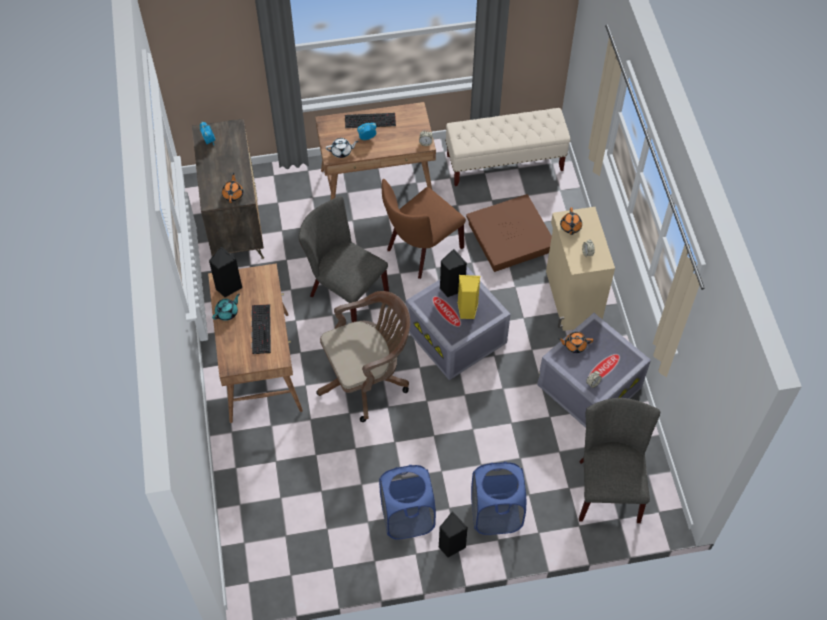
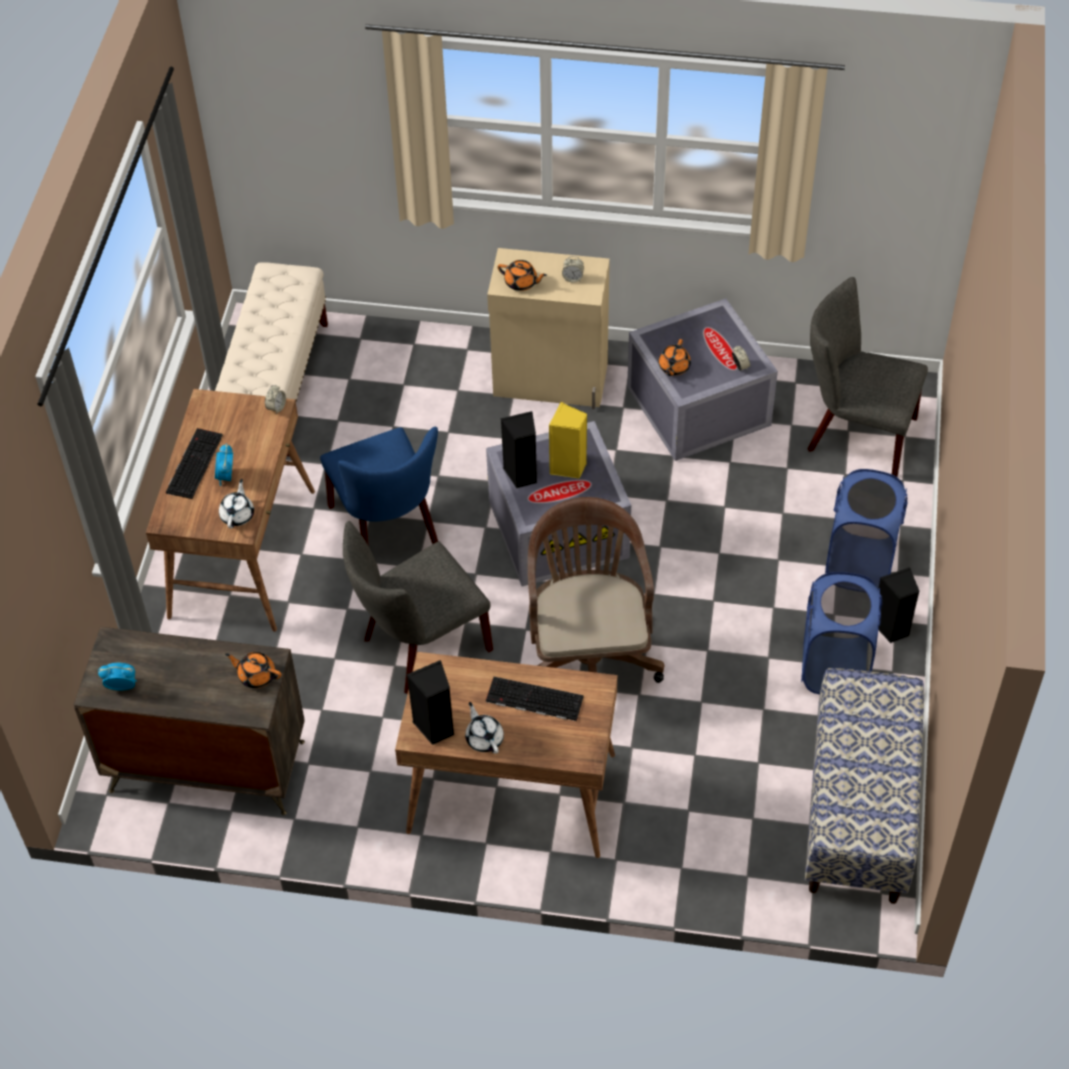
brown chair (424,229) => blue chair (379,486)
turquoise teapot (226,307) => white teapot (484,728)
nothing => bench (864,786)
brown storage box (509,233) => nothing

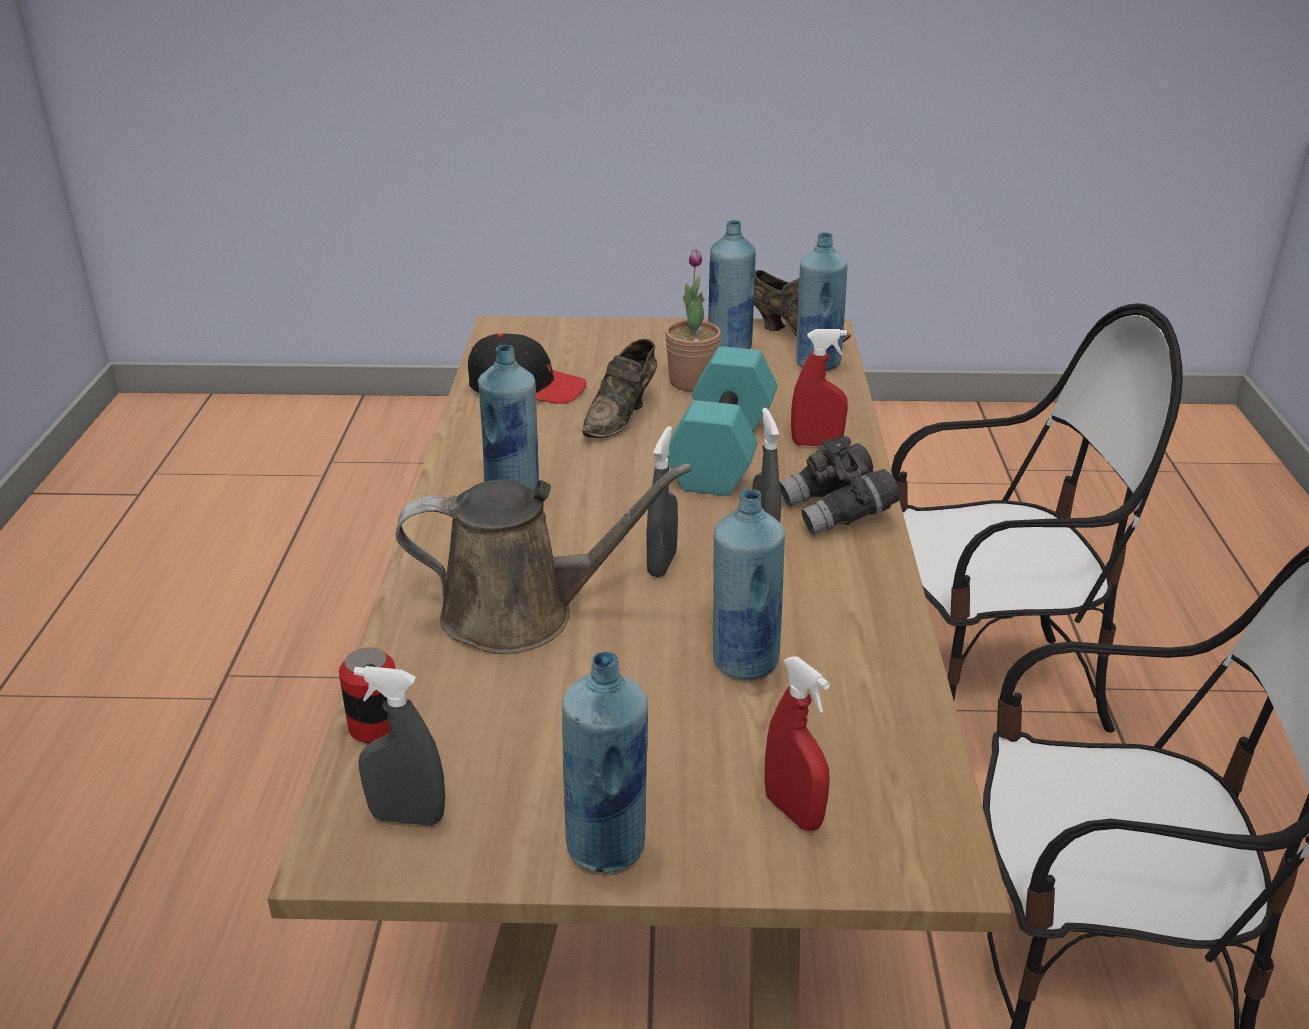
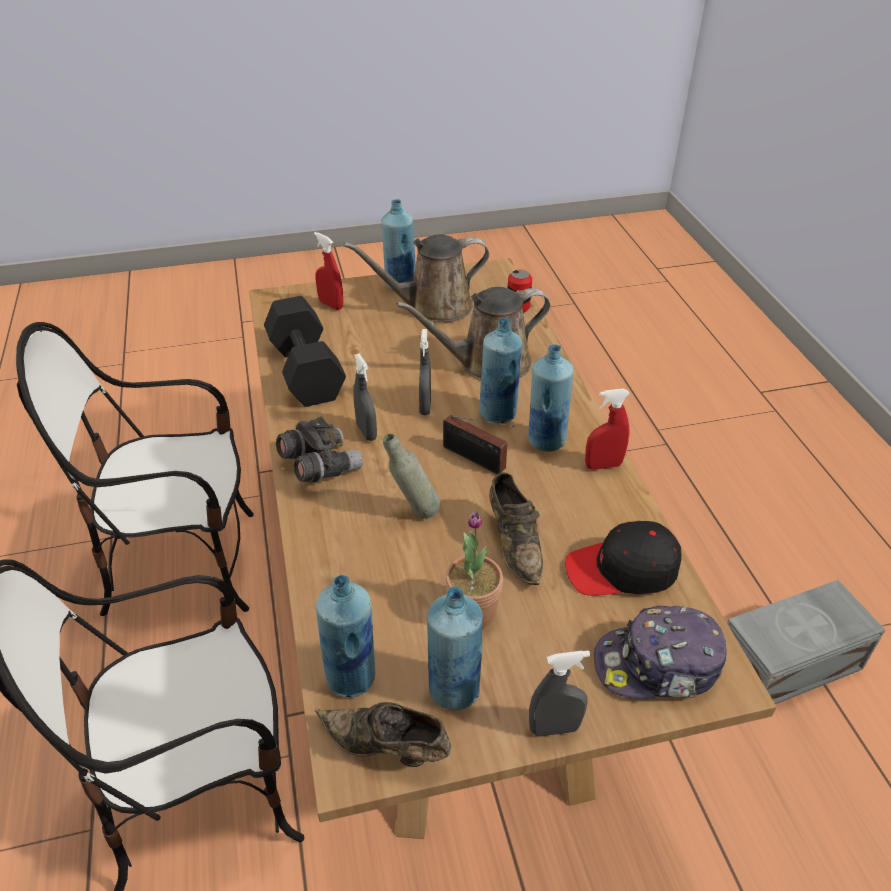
nothing => black dumbbell (305,351)
nothing => brown watering can (416,278)
turquoise dumbbell (722,421) => grey bottle (411,475)
nothing => radio (479,444)
blue bottle (749,584) => blue bottle (501,370), moved
brown shoe (619,388) => brown shoe (516,528), 150 degrees clockwise
grey spray bottle (399,746) => grey spray bottle (559,693), moved
red spray bottle (819,387) => red spray bottle (607,429), moved
nothing => cap (660,652)
nothing => grey storage box (806,642)

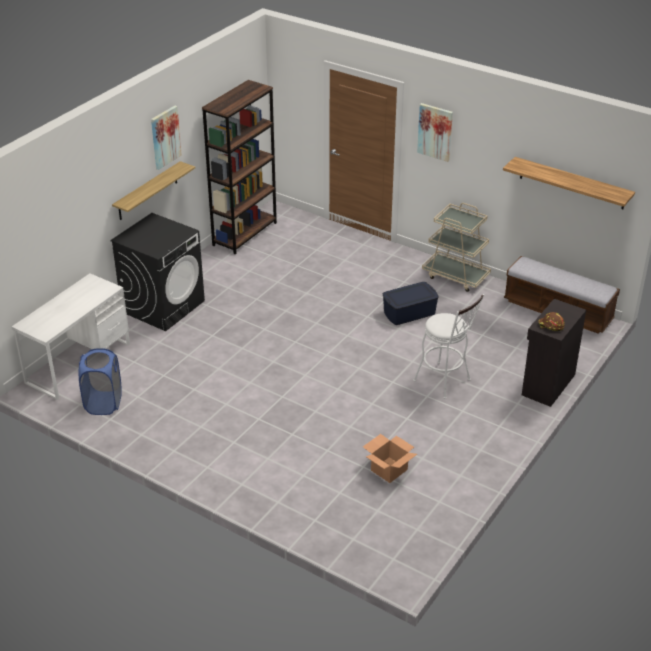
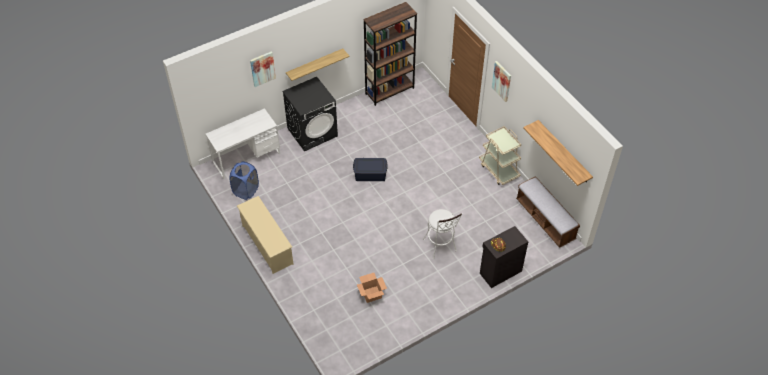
nothing => beige shoe rack (265,235)
picture (166,138) => picture (263,69), moved
blue storage box (411,303) => blue storage box (370,169), moved

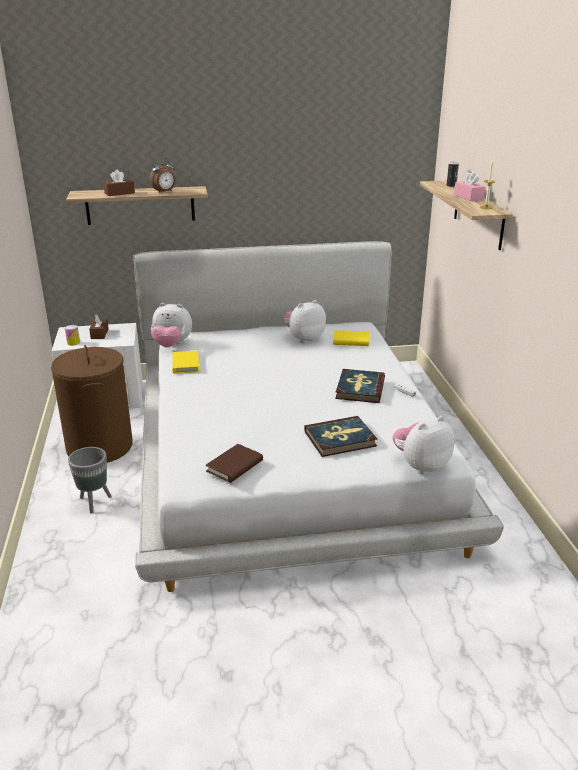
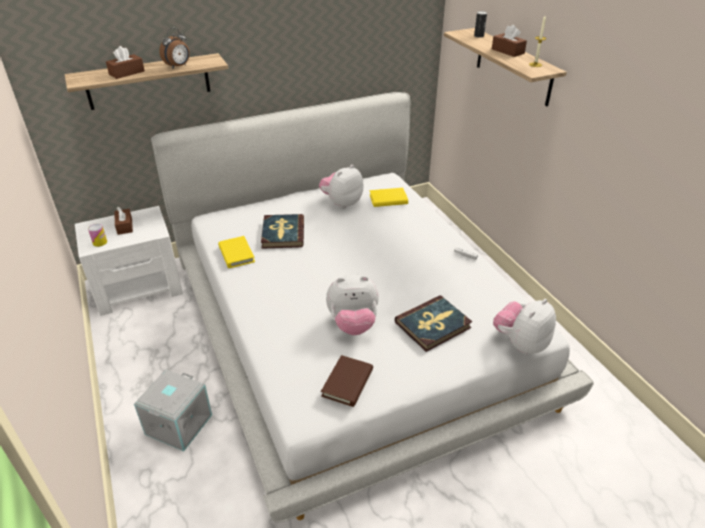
grey planter (90,480) => grey storage box (173,410)
book (360,386) => book (282,231), moved
plush toy (171,325) => plush toy (352,304), moved
pink tissue box (469,186) => brown tissue box (509,41)
brown laundry basket (92,404) => nothing

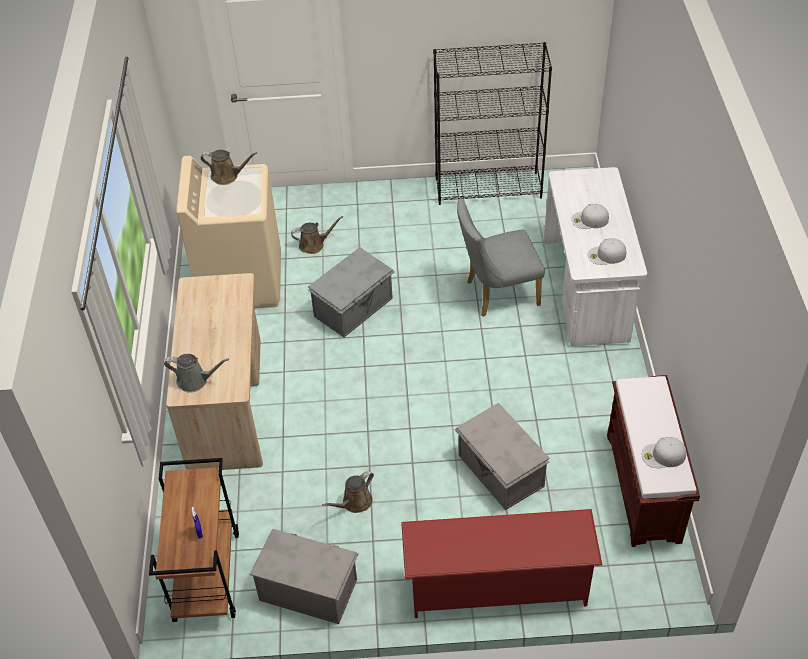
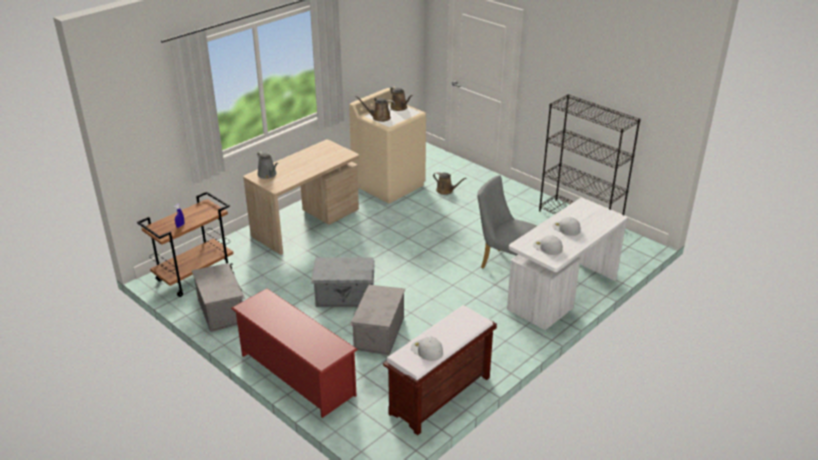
grey storage box (351,292) => grey storage box (343,282), moved
brown watering can (348,492) => brown watering can (375,109), moved

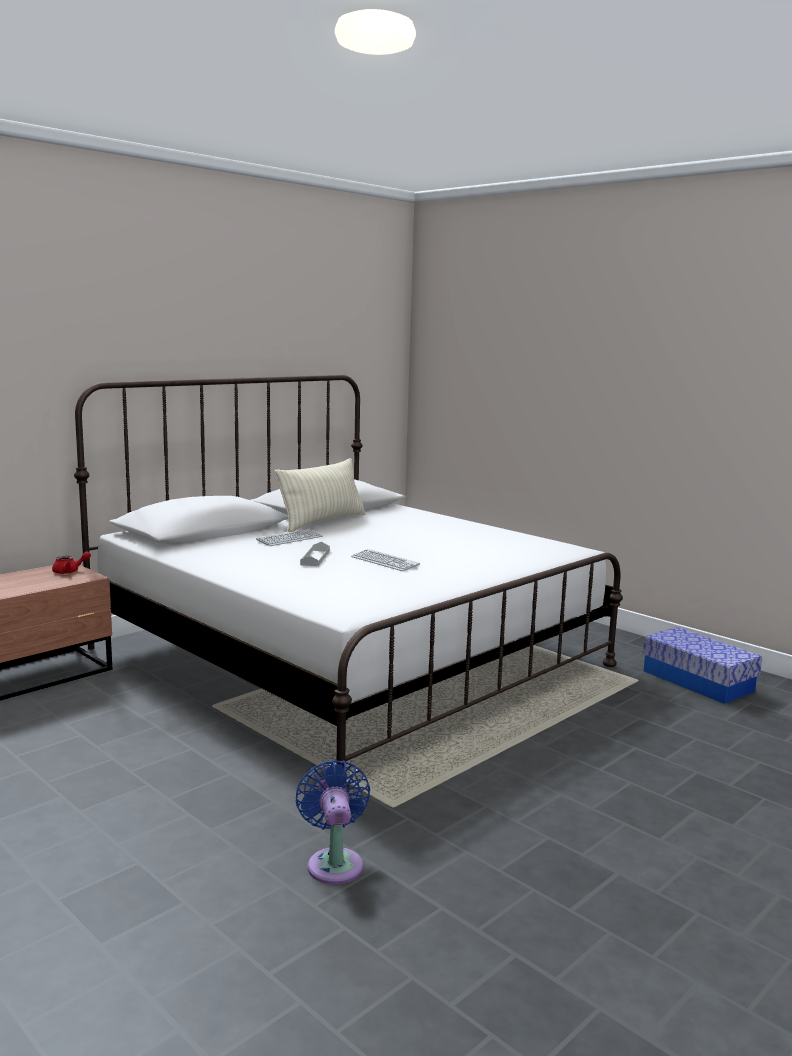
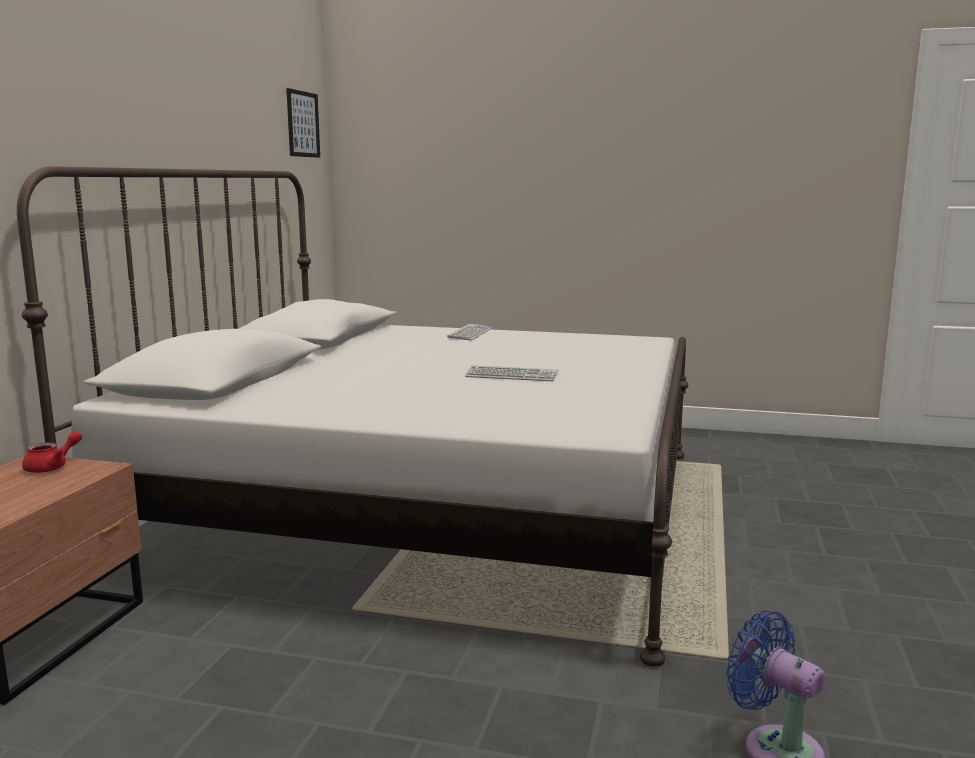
nothing => picture (303,123)
keyboard (289,537) => keyboard (469,332), moved
beige pillow (320,495) => nothing
grey tray (315,554) => nothing
storage box (702,665) => nothing

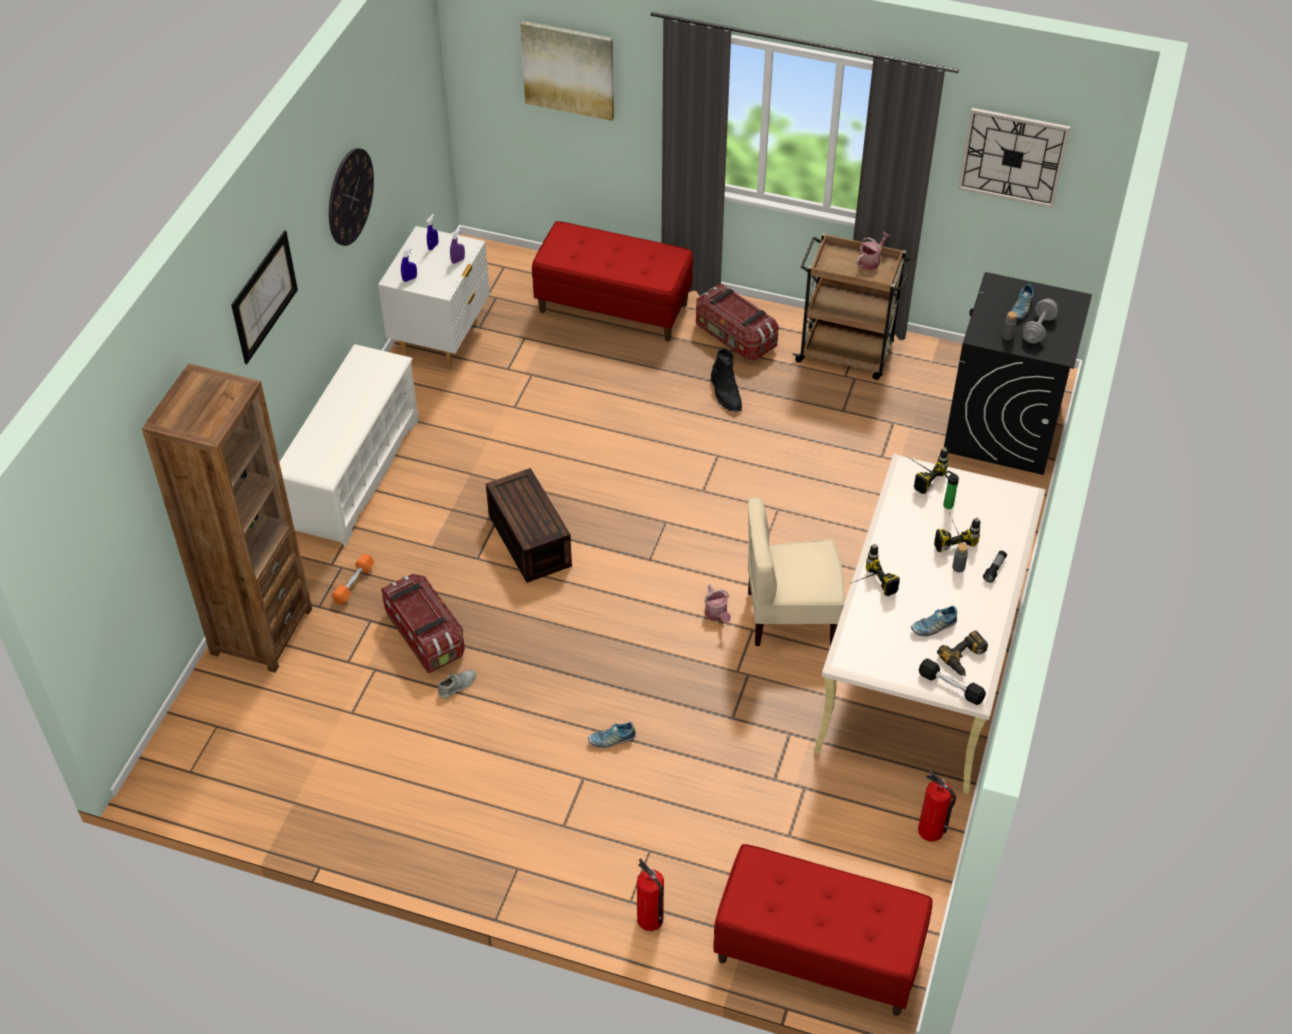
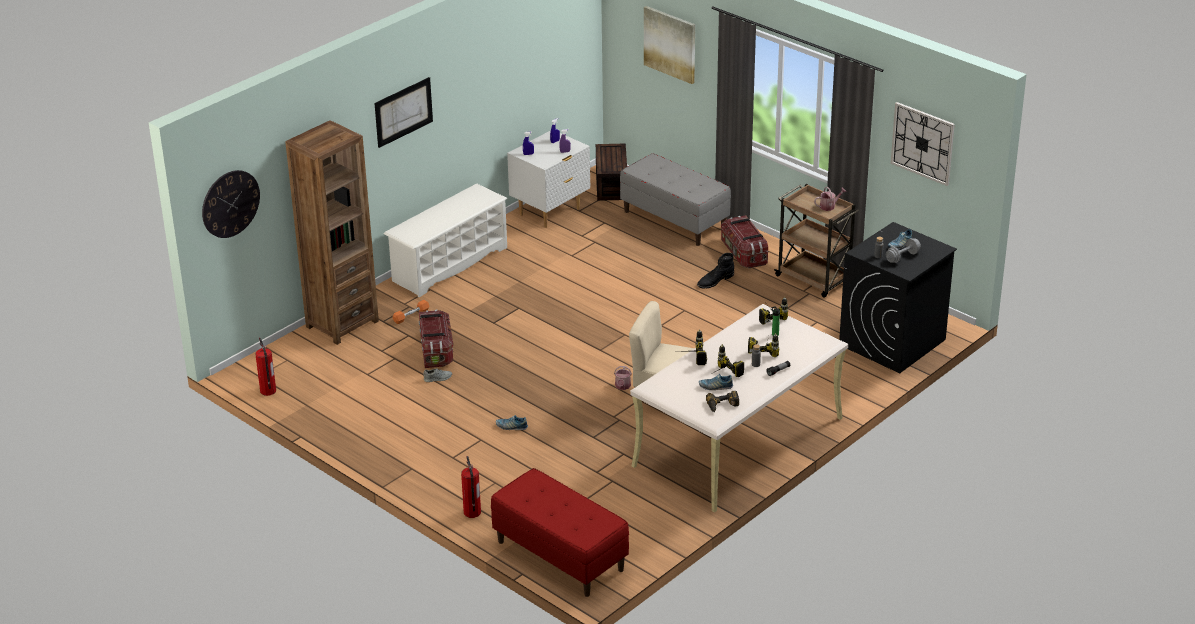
wall clock (351,197) => wall clock (231,204), moved
fire extinguisher (937,806) => fire extinguisher (266,367), moved
brown storage box (529,525) => brown storage box (611,172), moved
red bench (612,281) => grey bench (675,199)
black boot (726,380) => black boot (715,270), 45 degrees clockwise
nothing => power drill (728,361)
black dumbbell (952,681) => nothing

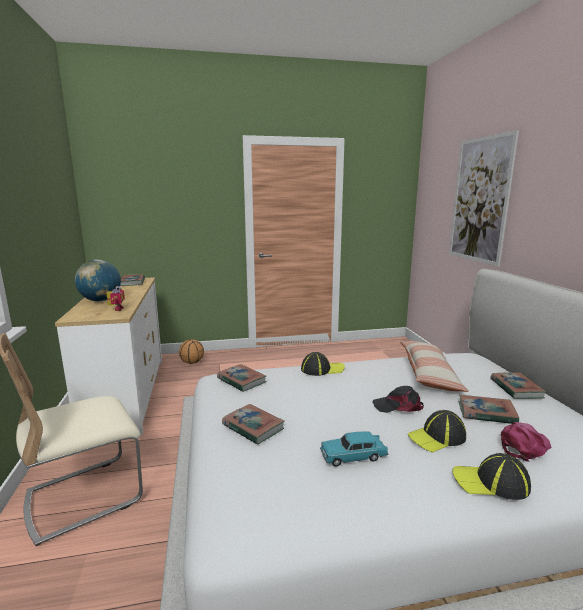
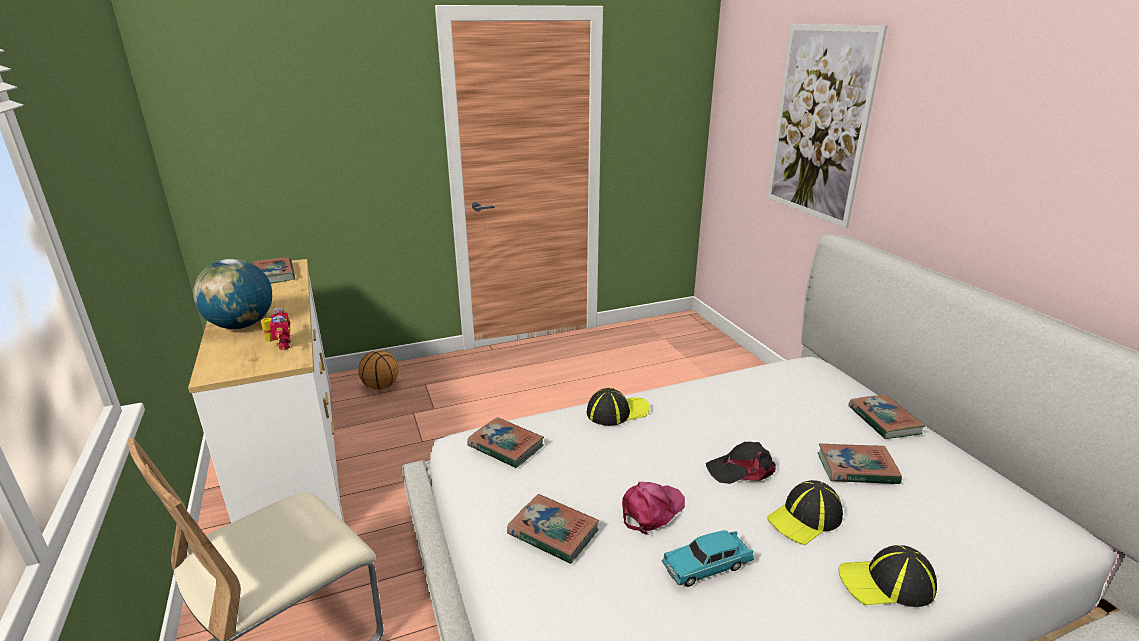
pink cap (526,442) => pink cap (653,508), moved
pillow (434,366) => nothing

